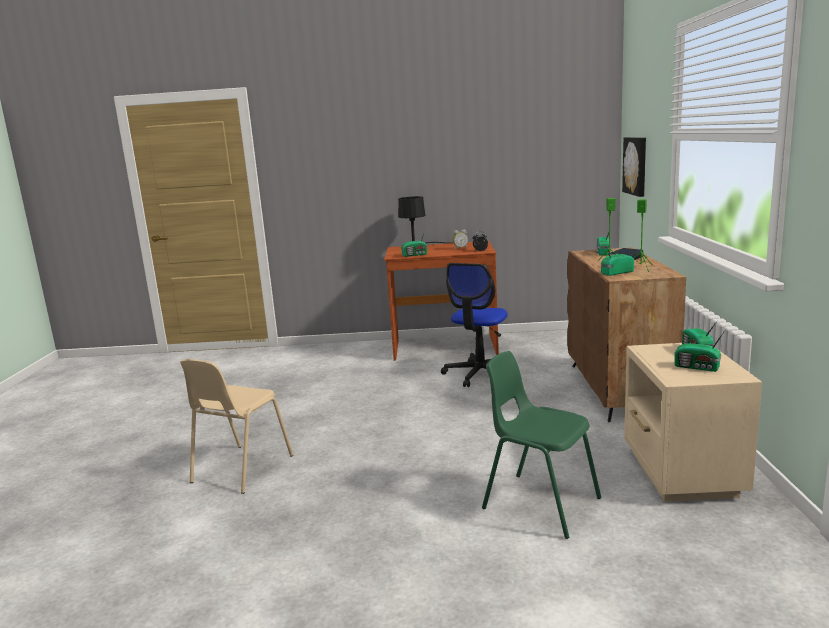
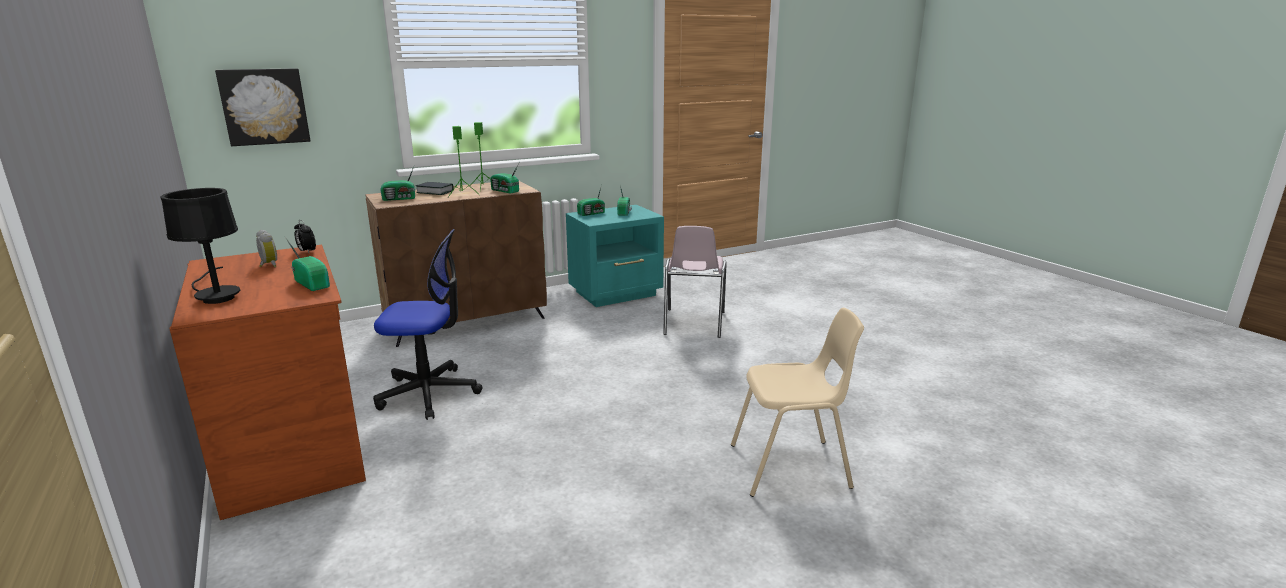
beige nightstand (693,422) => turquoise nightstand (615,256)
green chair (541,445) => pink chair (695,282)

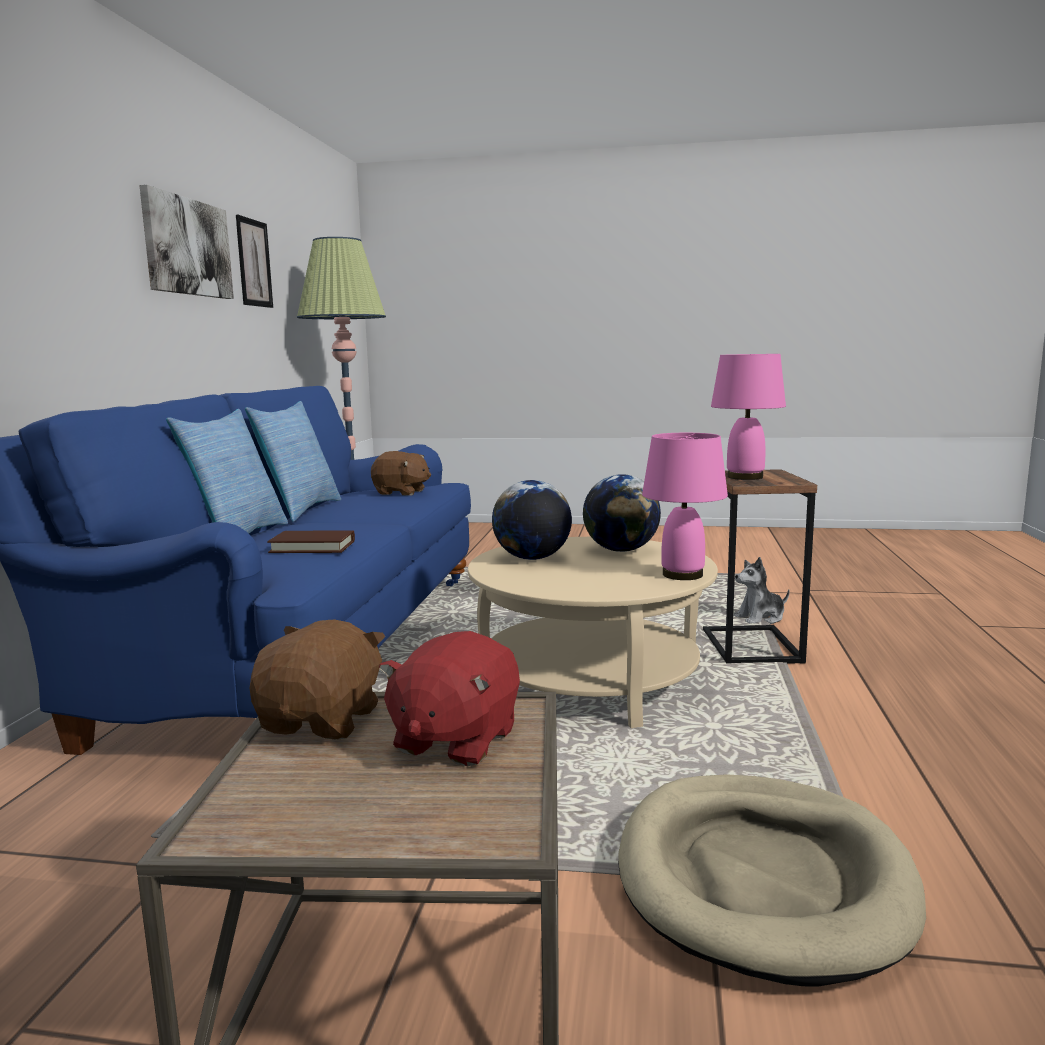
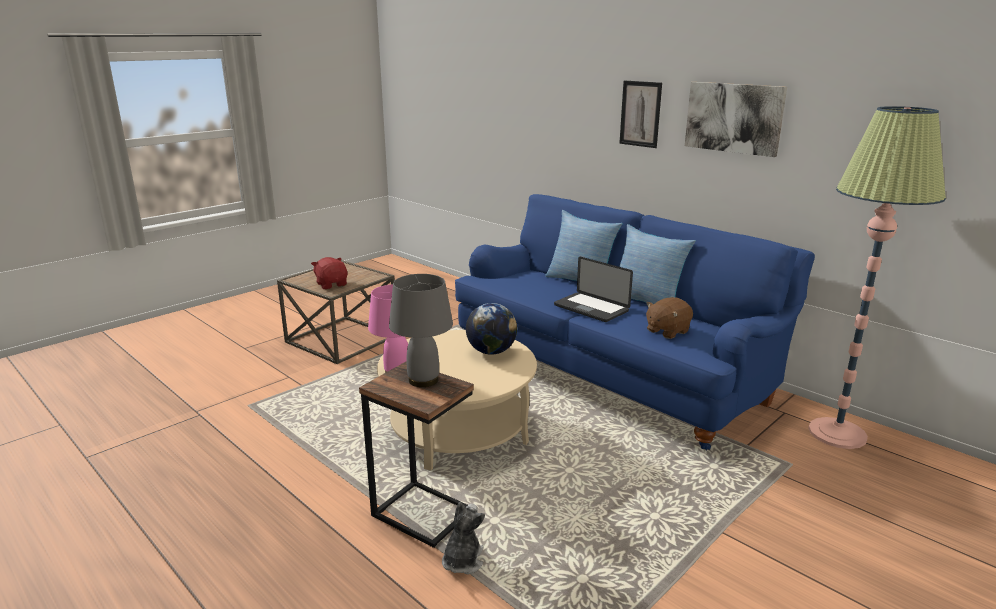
pink table lamp (748,417) => grey table lamp (421,330)
nothing => laptop (593,289)
picture (254,261) => picture (640,114), moved
brown plush toy (317,680) => nothing
brown book (311,541) => nothing
globe (622,513) => nothing
beige dog bed (772,880) => nothing

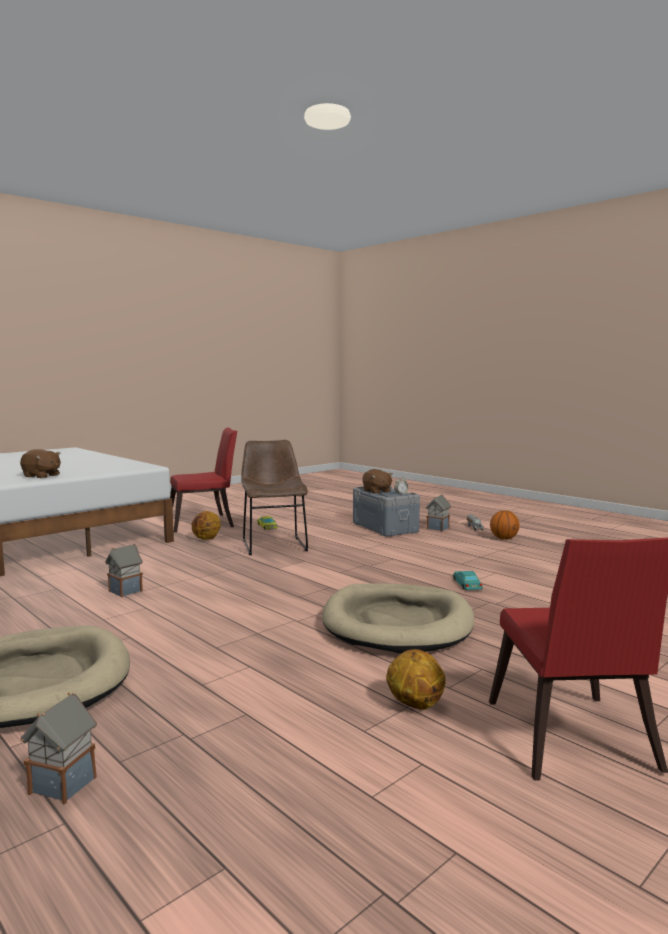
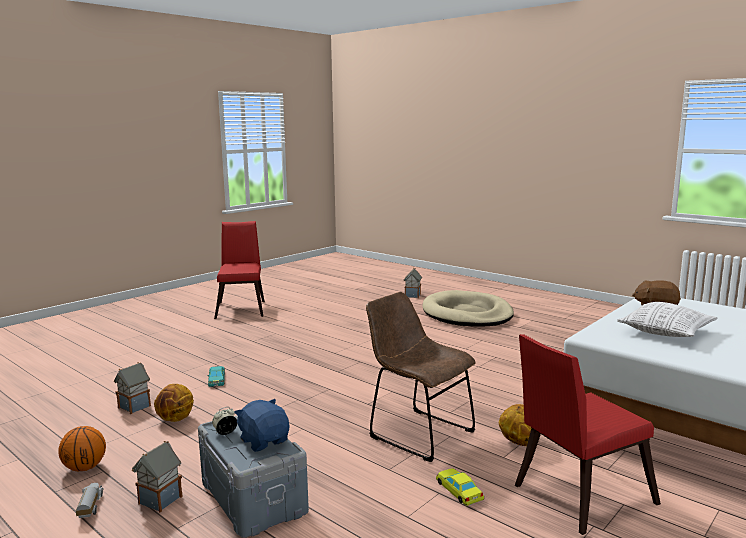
toy house (124,570) => toy house (132,388), moved
basketball (415,679) => basketball (174,403), moved
brown plush toy (377,481) => blue plush toy (261,425)
brown chair (274,497) => brown chair (421,377), 150 degrees clockwise
nothing => pillow (667,319)
beige dog bed (398,619) => nothing

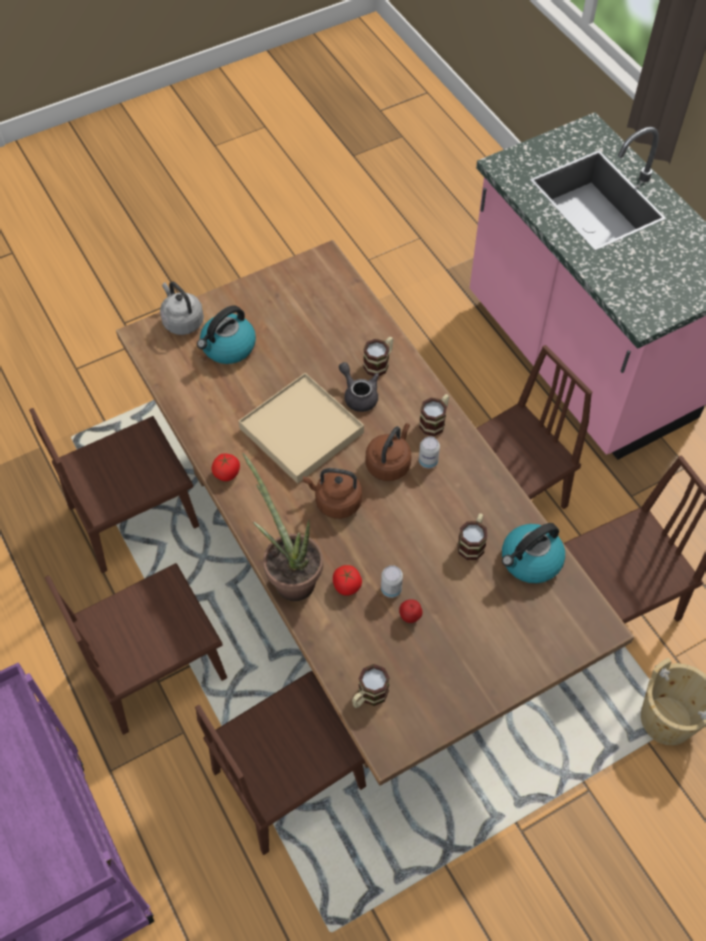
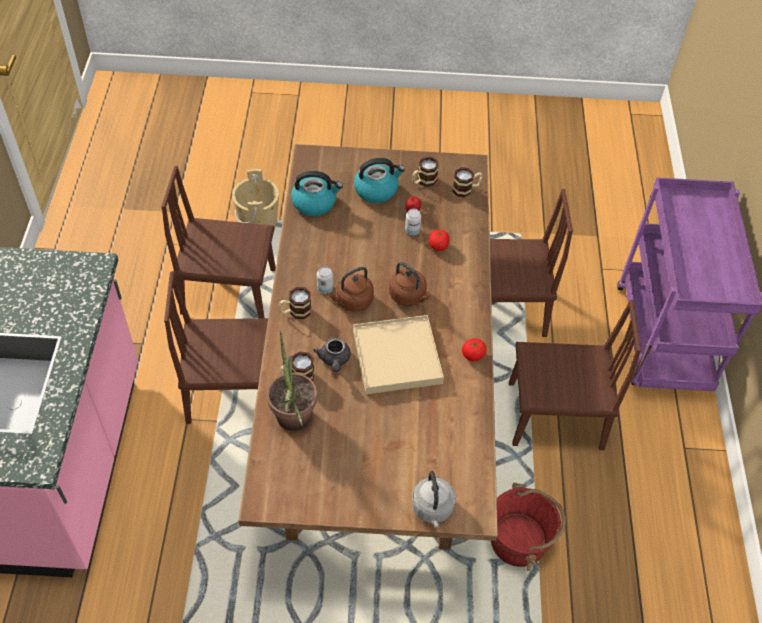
potted plant (283,527) => potted plant (292,380), moved
kettle (226,334) => kettle (379,180), moved
mug (472,536) => mug (426,172), moved
brown chair (114,490) => red bucket (528,527)

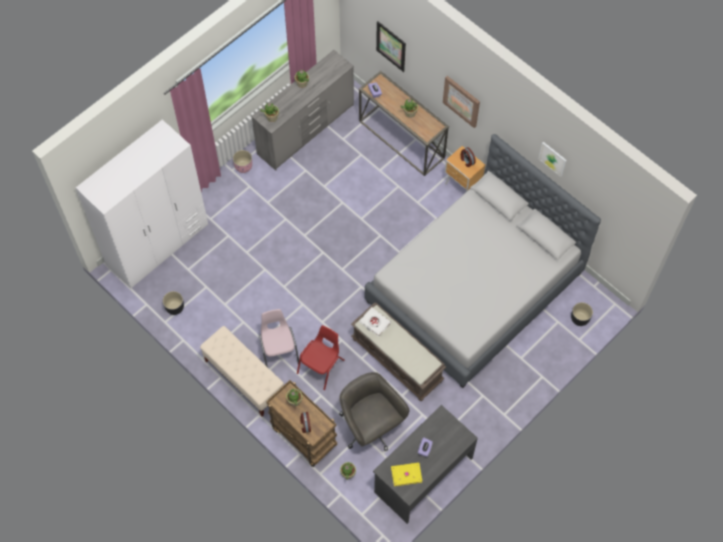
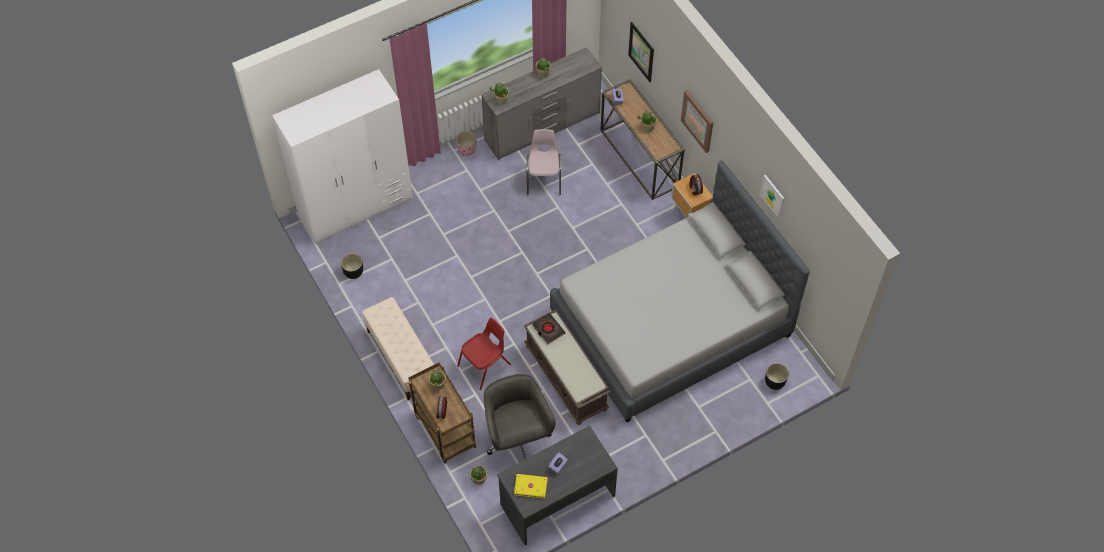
pink chair (279,338) => pink chair (544,162), moved
white book (375,322) => black book (548,328)

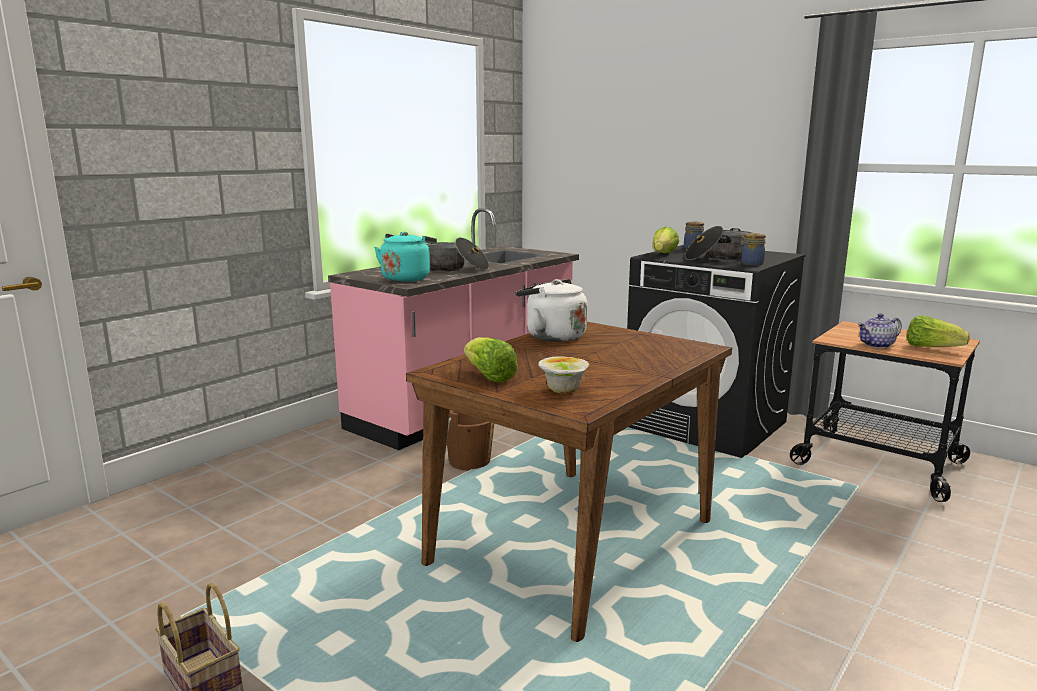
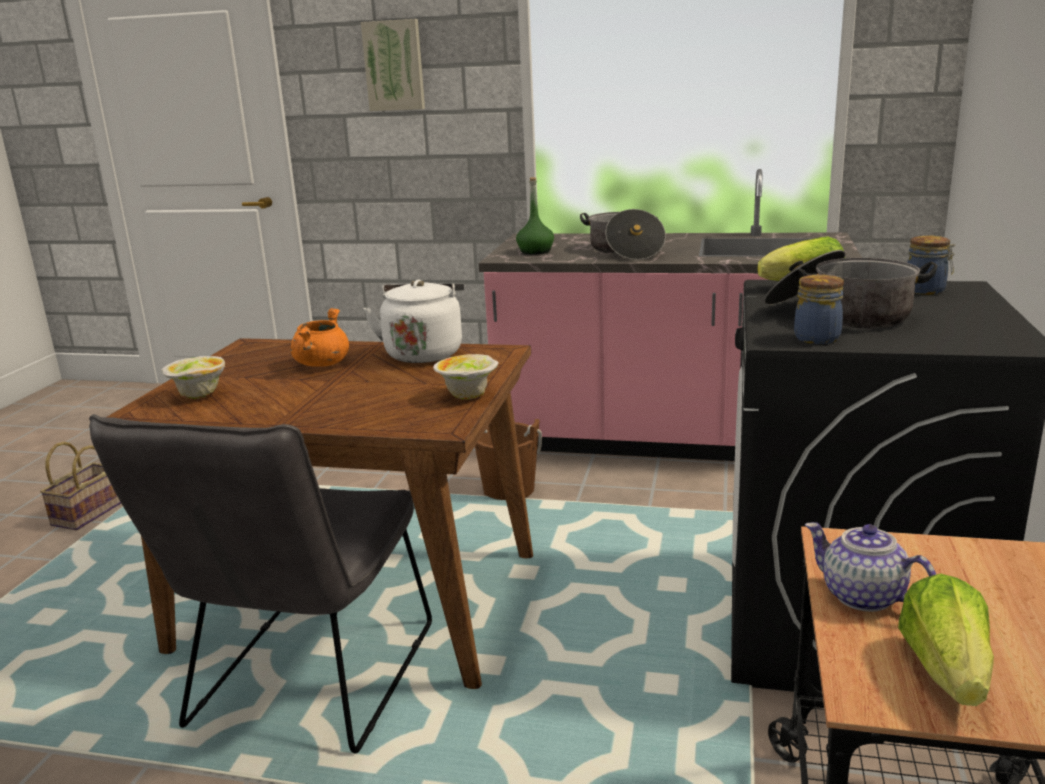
nothing => grey chair (260,583)
nothing => orange cooking pot (320,337)
nothing => picture (393,65)
nothing => bowl (466,377)
turquoise kettle (405,257) => green bottle (535,216)
lettuce (491,360) => nothing

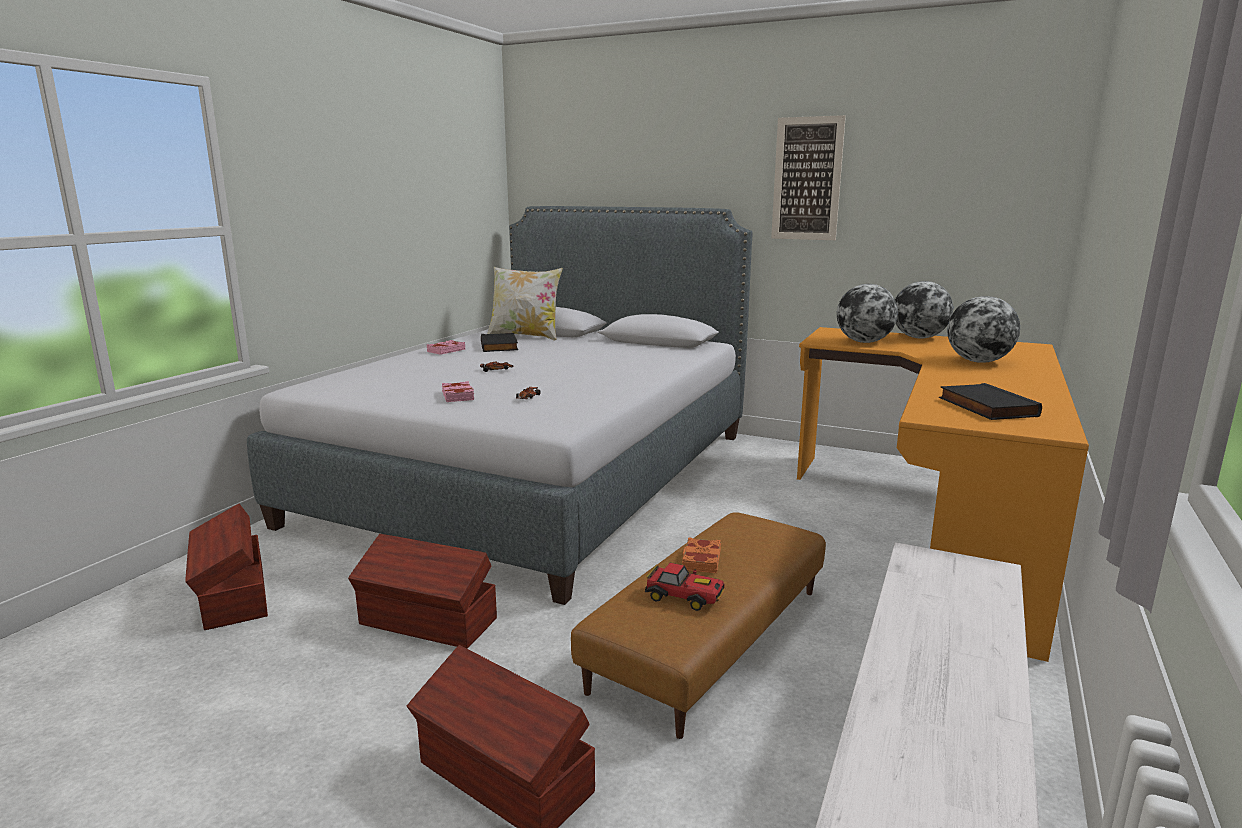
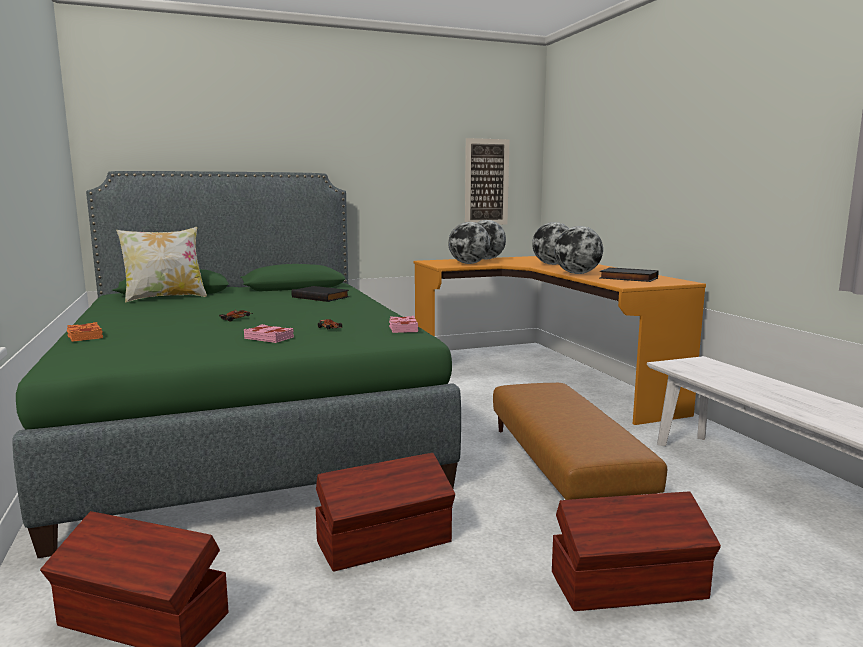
grey bed (500,405) => green bed (236,364)
orange book (701,555) => orange book (85,332), moved
black book (499,342) => black book (320,294), moved
pink book (446,347) => pink book (403,324), moved
picture (808,177) => picture (487,181), moved
nothing => globe (578,250)
toy car (685,587) => nothing

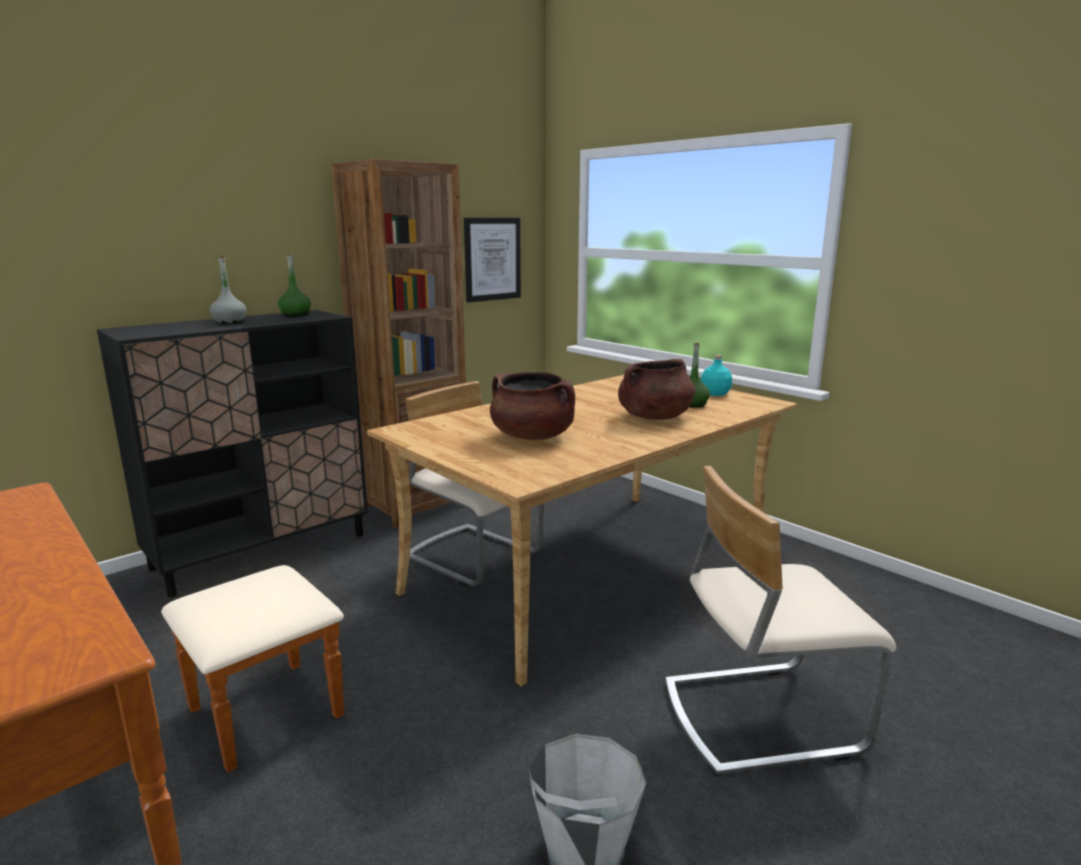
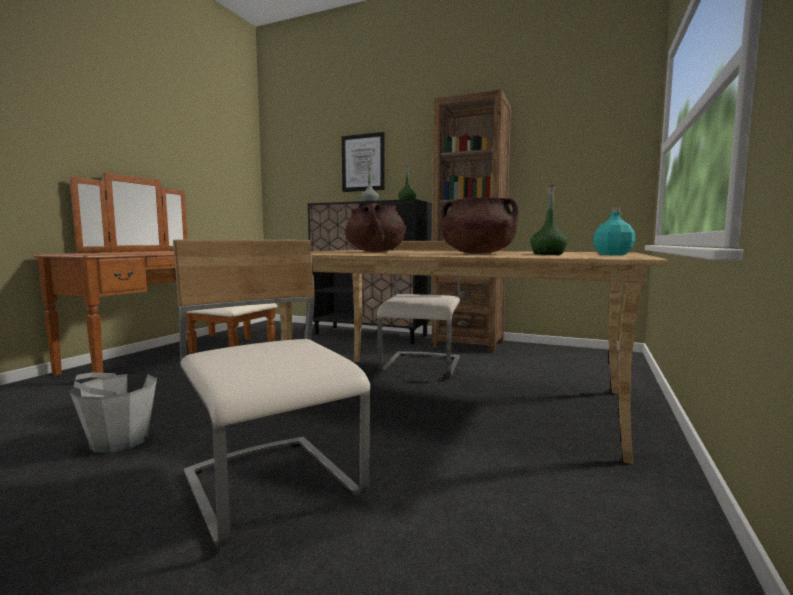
picture (492,260) => picture (363,162), moved

